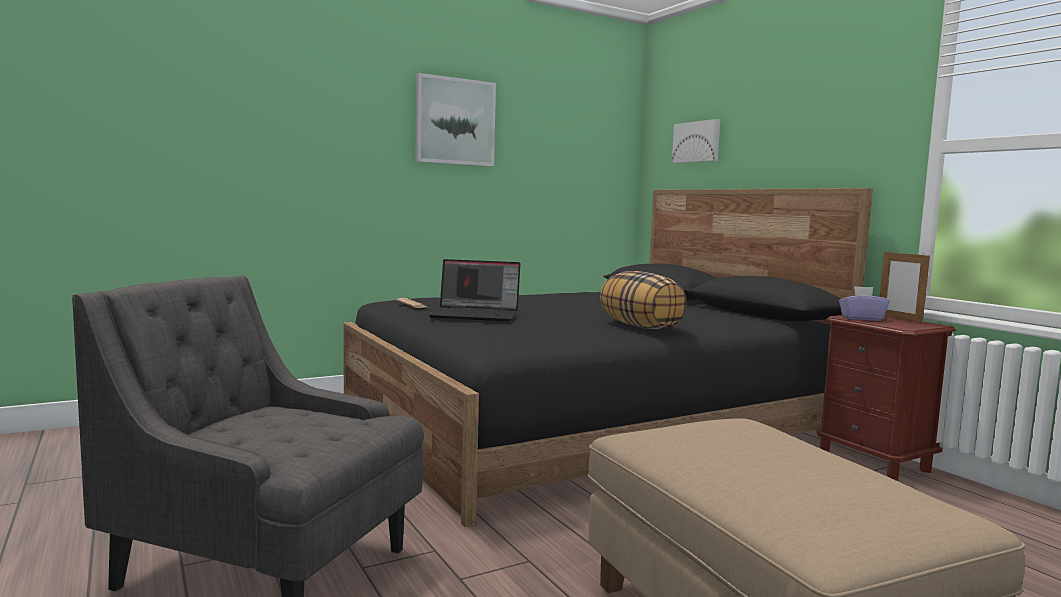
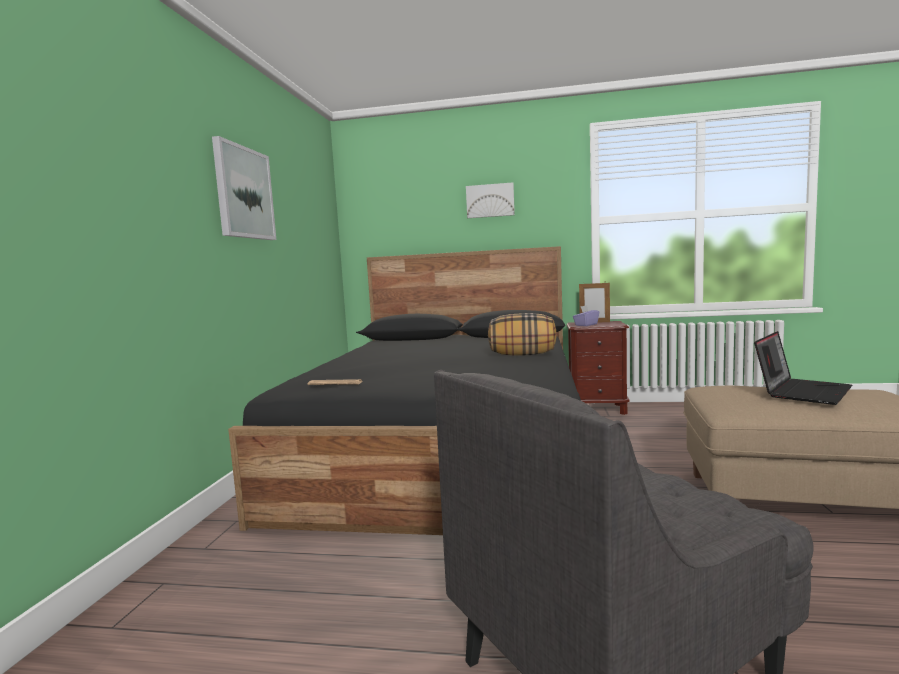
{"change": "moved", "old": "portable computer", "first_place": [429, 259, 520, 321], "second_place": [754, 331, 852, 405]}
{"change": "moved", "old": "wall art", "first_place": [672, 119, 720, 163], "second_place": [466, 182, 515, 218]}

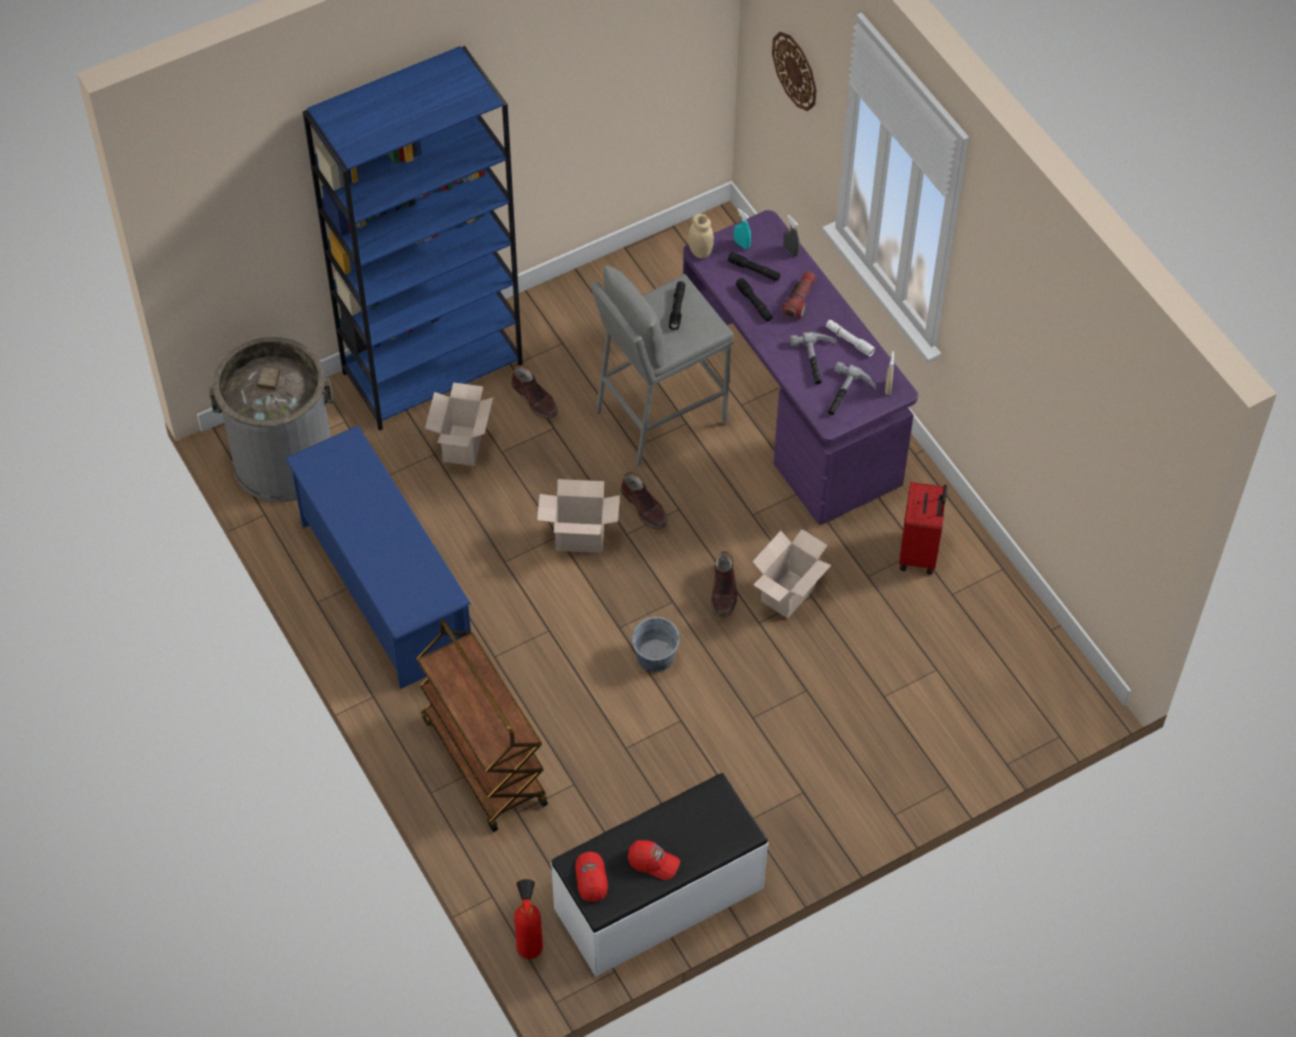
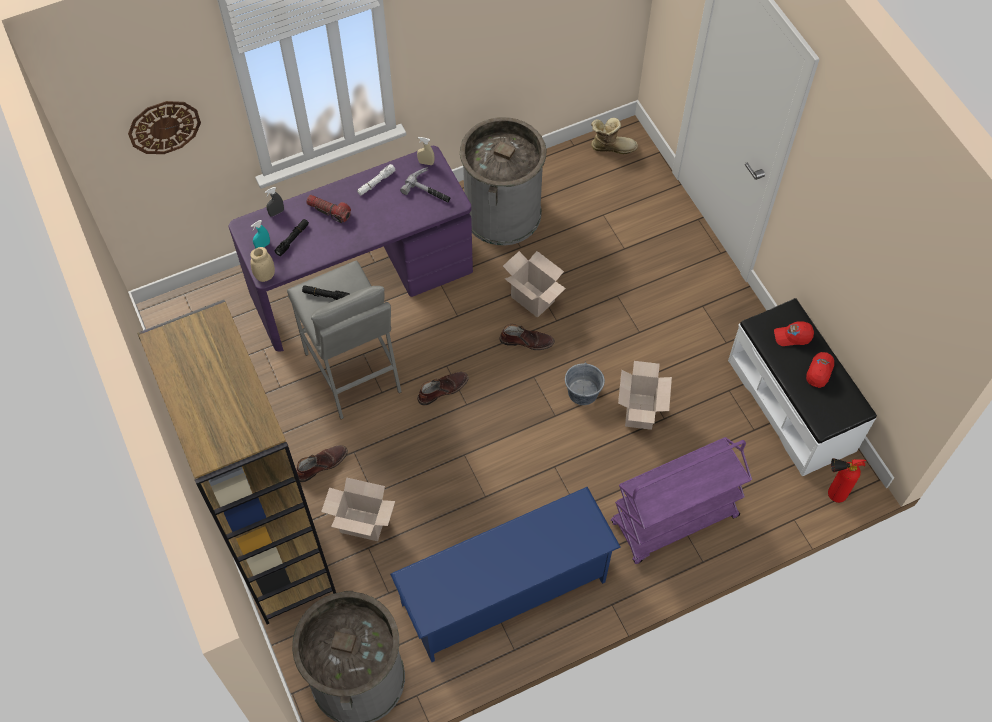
{"change": "recoloured", "old": "blue bookcase", "new": "brown-coloured bookcase", "first_place": [303, 46, 523, 431], "second_place": [137, 300, 336, 625]}
{"change": "recoloured", "old": "brown-coloured cart", "new": "purple-coloured cart", "first_place": [416, 620, 548, 832], "second_place": [611, 437, 752, 564]}
{"change": "moved", "old": "packing box", "first_place": [537, 479, 620, 553], "second_place": [618, 361, 672, 430]}
{"change": "moved", "old": "red peaked cap", "first_place": [575, 852, 608, 902], "second_place": [774, 321, 814, 346]}
{"change": "removed", "old": "black-coloured flashlight", "first_place": [736, 278, 773, 322]}
{"change": "removed", "old": "hammer", "first_place": [790, 332, 837, 385]}
{"change": "replaced", "old": "red piece of luggage", "new": "grey trash can", "first_place": [899, 482, 947, 575], "second_place": [460, 117, 546, 245]}
{"change": "added", "new": "boot", "second_place": [591, 118, 638, 154]}

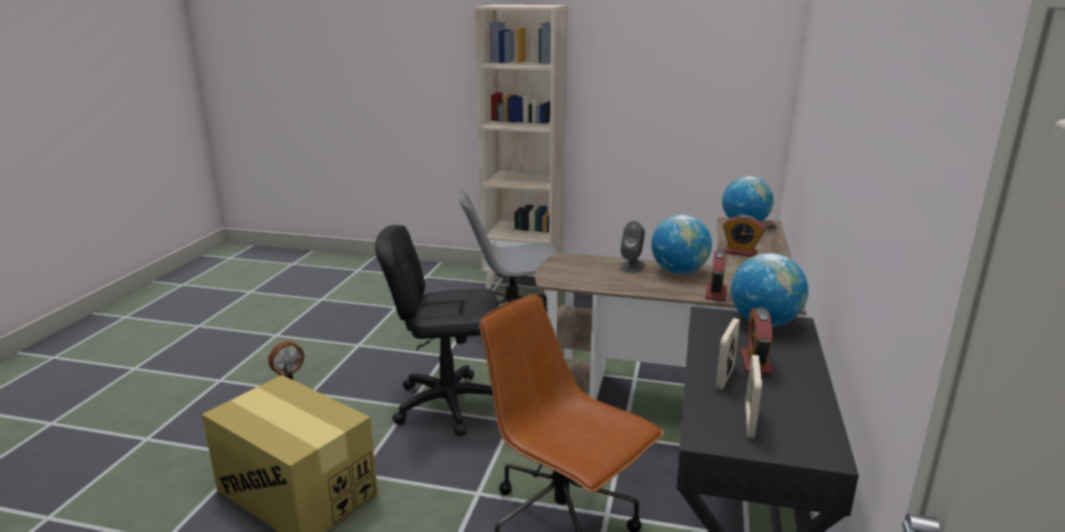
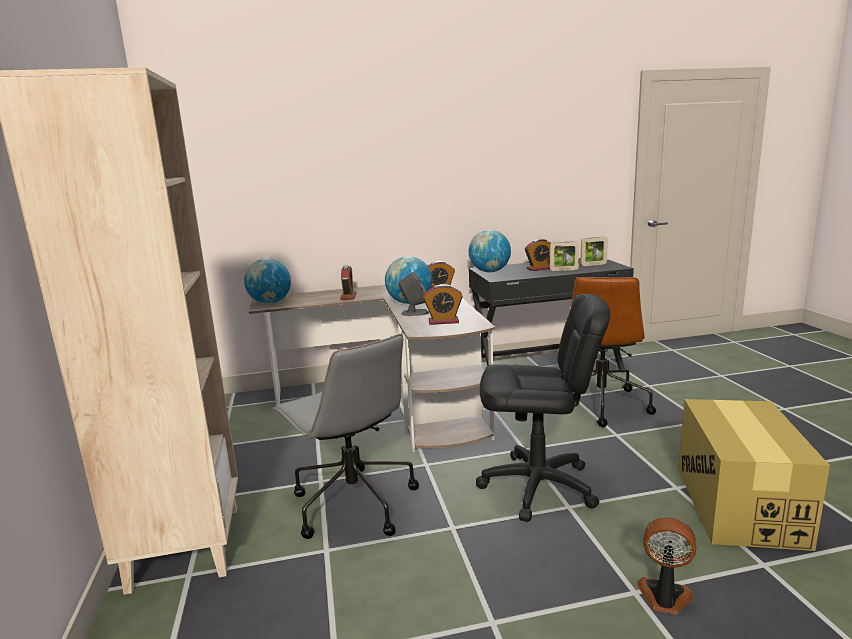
{"change": "turned", "old": "black-coloured computer chair", "first_place": [375, 225, 499, 436], "second_place": [476, 294, 610, 522], "degrees": -60}
{"change": "added", "new": "table clock", "second_place": [423, 284, 463, 325]}

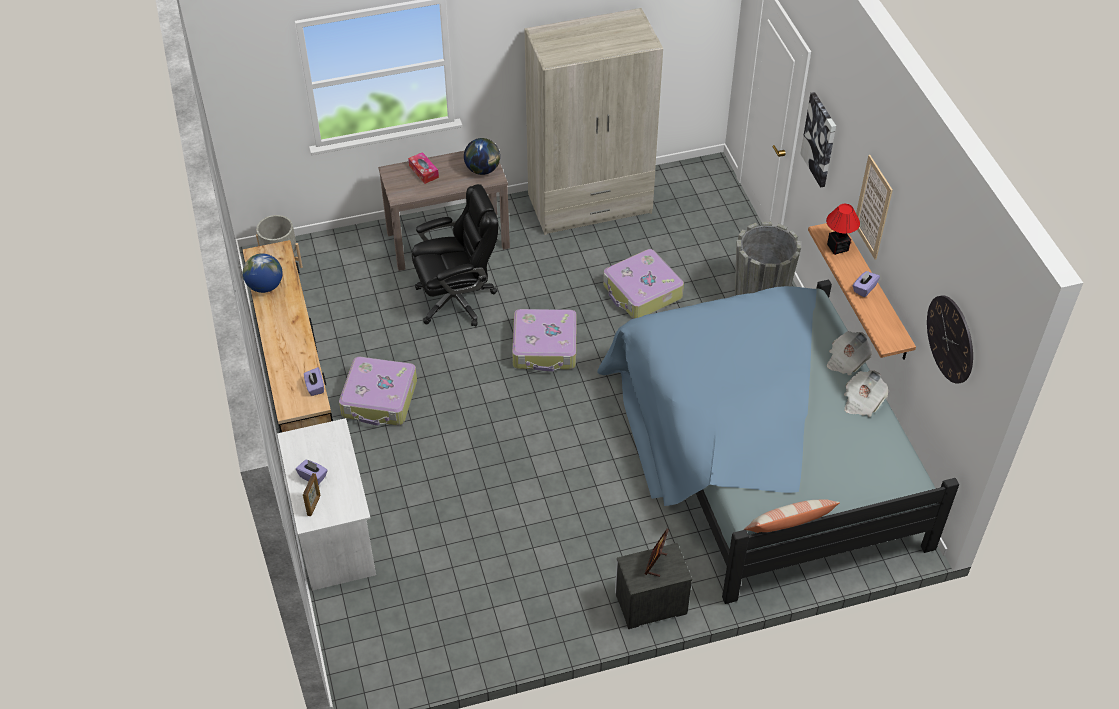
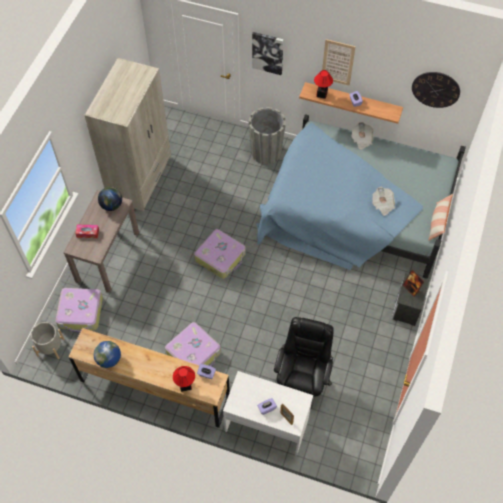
{"change": "moved", "old": "black-coloured computer chair", "first_place": [412, 184, 498, 327], "second_place": [274, 317, 334, 410]}
{"change": "moved", "old": "piece of luggage", "first_place": [603, 249, 684, 319], "second_place": [55, 288, 103, 333]}
{"change": "moved", "old": "printed paper", "first_place": [844, 370, 888, 417], "second_place": [372, 187, 395, 216]}
{"change": "added", "new": "tabletop lamp", "second_place": [173, 366, 195, 392]}

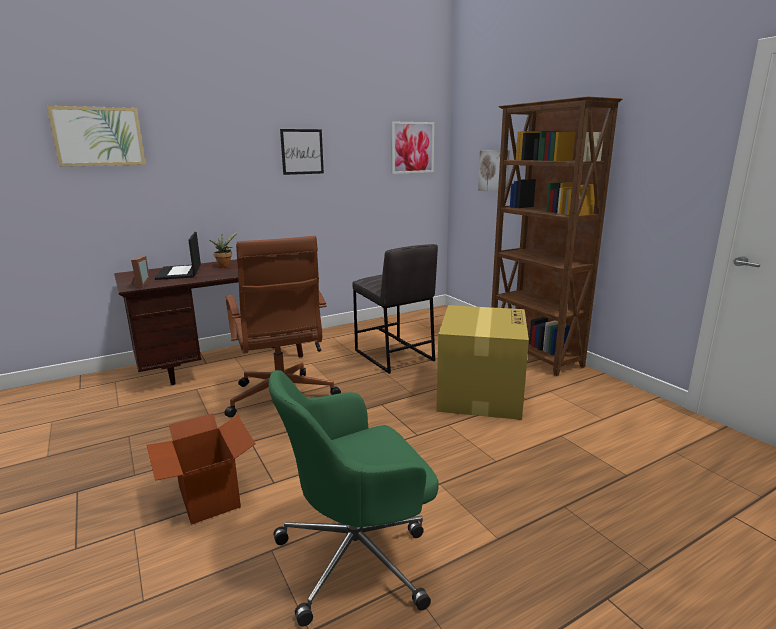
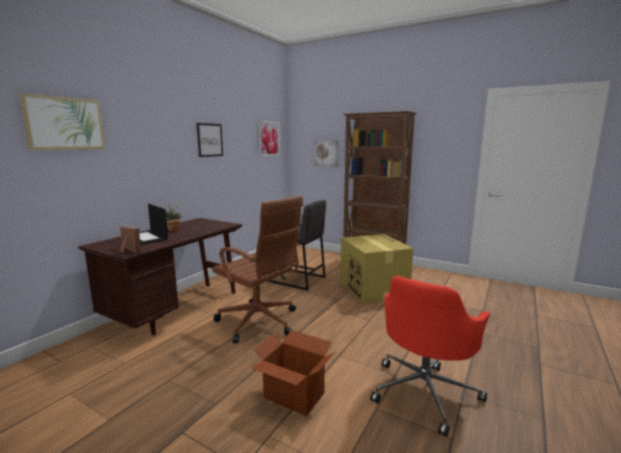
{"change": "recoloured", "old": "green-coloured computer chair", "new": "red computer chair", "first_place": [268, 370, 439, 627], "second_place": [370, 276, 490, 437]}

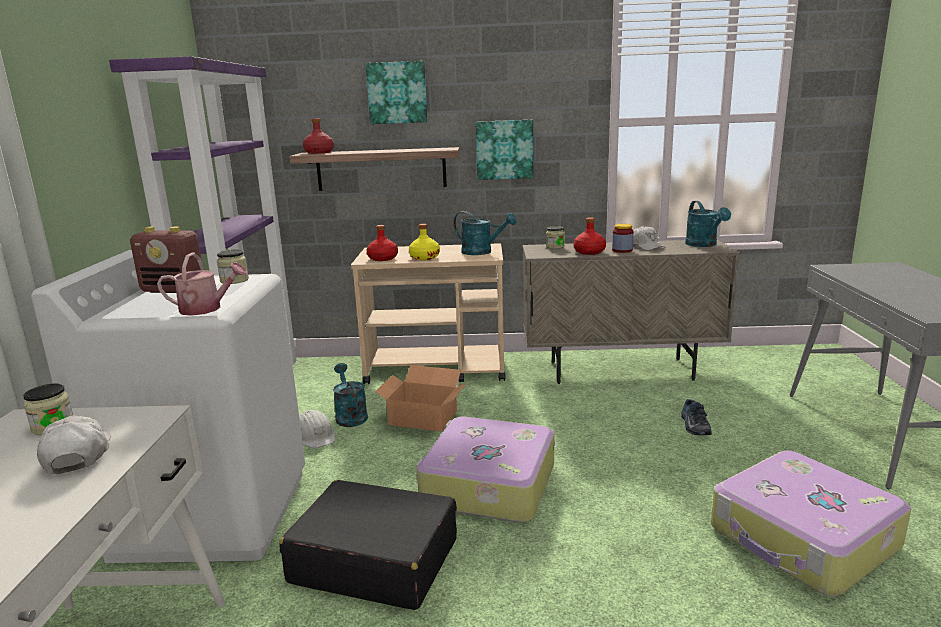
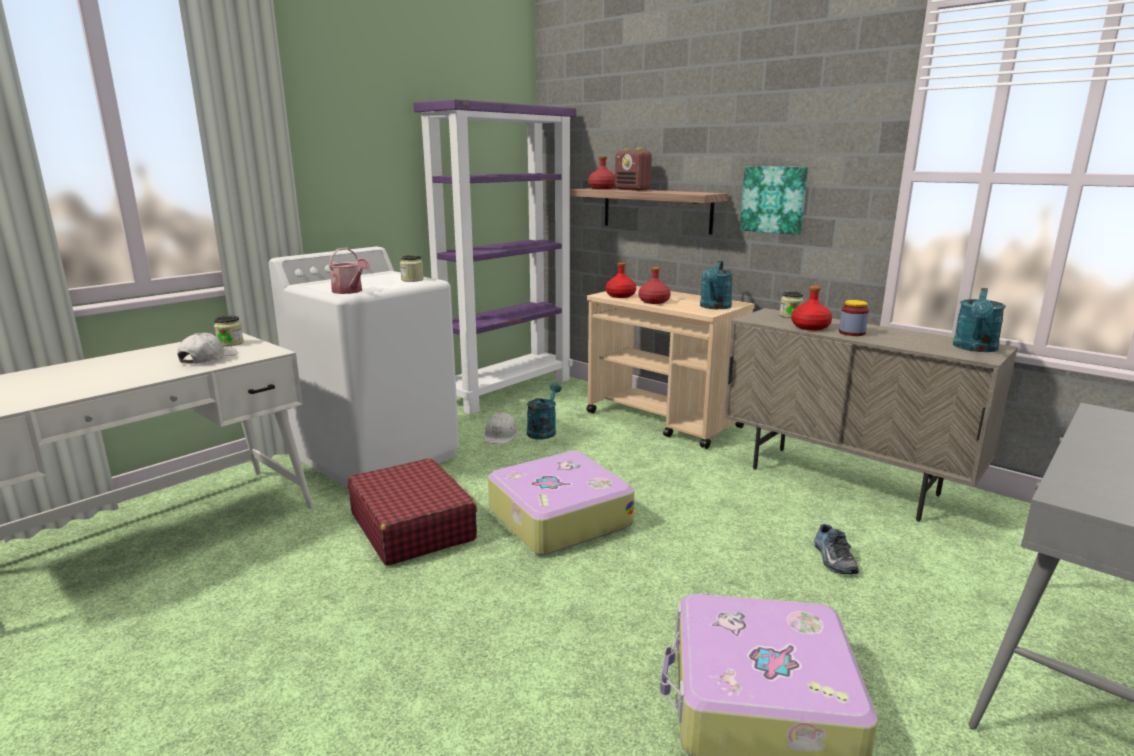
{"change": "moved", "old": "radio set", "first_place": [130, 226, 202, 293], "second_place": [615, 148, 653, 191]}
{"change": "recoloured", "old": "black-coloured piece of luggage", "new": "red piece of luggage", "first_place": [279, 480, 457, 610], "second_place": [348, 458, 477, 566]}
{"change": "removed", "old": "wall art", "first_place": [365, 61, 428, 124]}
{"change": "removed", "old": "packing box", "first_place": [375, 365, 466, 432]}
{"change": "recoloured", "old": "yellow beverage bottle", "new": "red beverage bottle", "first_place": [409, 224, 440, 260], "second_place": [639, 267, 671, 304]}
{"change": "turned", "old": "turquoise sprinkling can", "first_place": [454, 211, 517, 255], "second_place": [700, 261, 733, 309], "degrees": 45}
{"change": "removed", "old": "white peaked cap", "first_place": [633, 226, 666, 250]}
{"change": "turned", "old": "shoe", "first_place": [681, 399, 712, 435], "second_place": [814, 524, 859, 574], "degrees": -45}

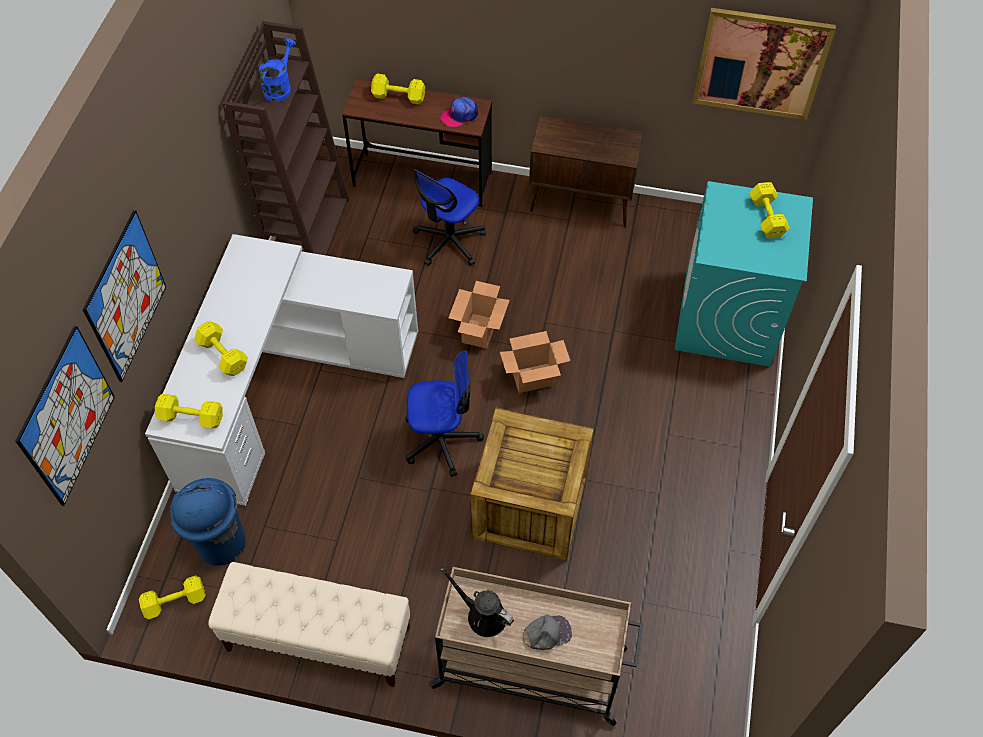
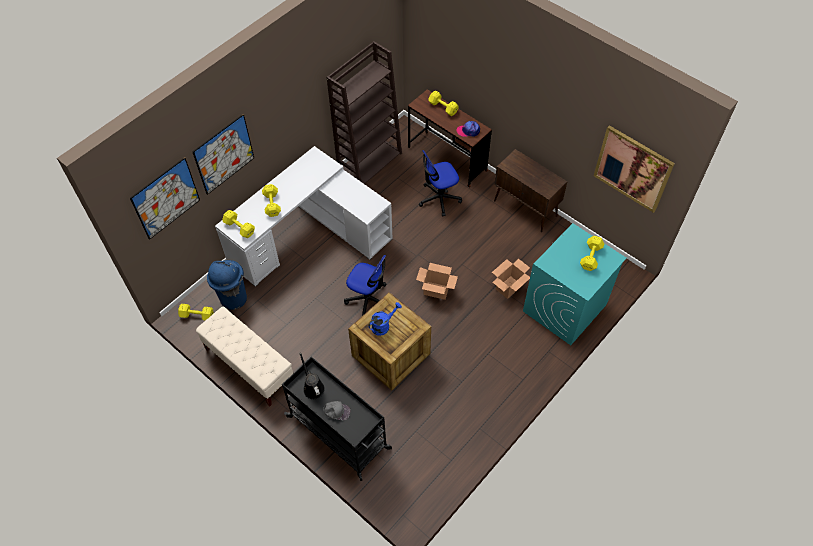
{"change": "moved", "old": "blue sprinkling can", "first_place": [259, 38, 296, 102], "second_place": [368, 302, 402, 336]}
{"change": "recoloured", "old": "beige cart", "new": "black-coloured cart", "first_place": [428, 567, 643, 726], "second_place": [282, 357, 392, 481]}
{"change": "moved", "old": "packing box", "first_place": [448, 281, 510, 349], "second_place": [492, 259, 530, 299]}

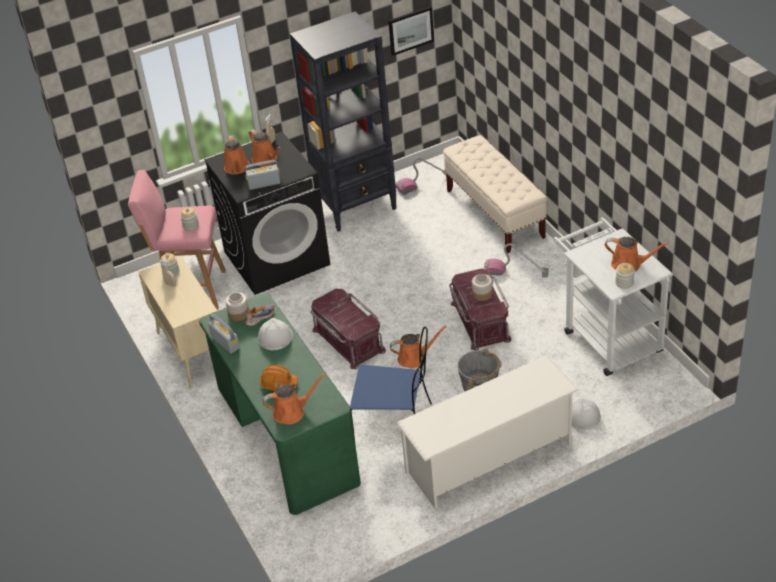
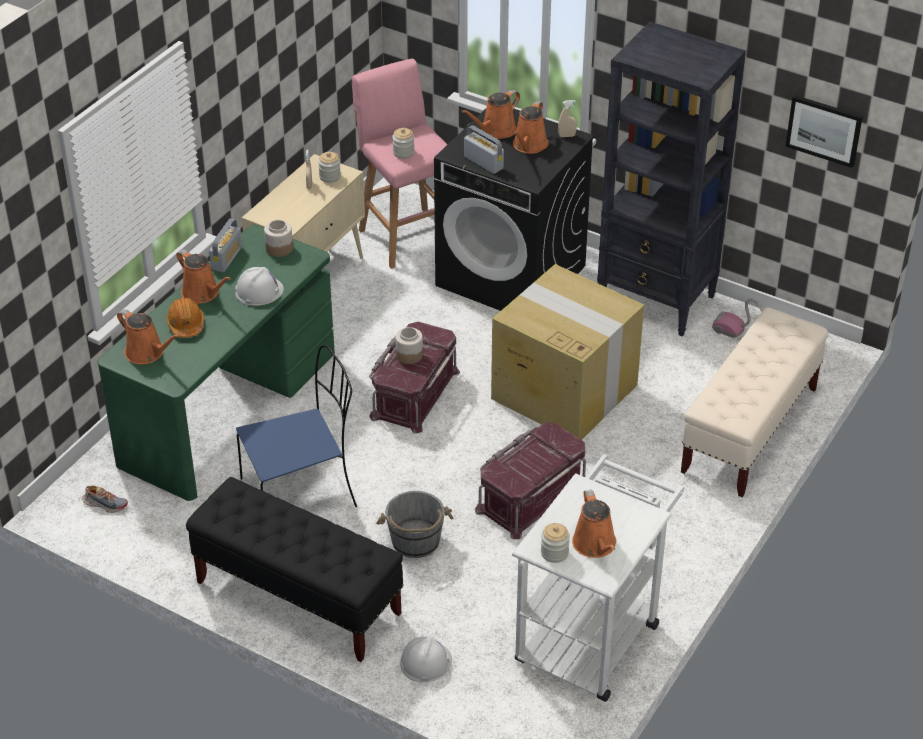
{"change": "moved", "old": "shoe", "first_place": [245, 304, 274, 326], "second_place": [82, 485, 128, 513]}
{"change": "turned", "old": "blue upright chair", "first_place": [350, 327, 432, 446], "second_place": [236, 345, 357, 507], "degrees": -90}
{"change": "moved", "old": "orange sprinkling can", "first_place": [390, 326, 447, 368], "second_place": [176, 249, 231, 304]}
{"change": "replaced", "old": "white shoe stand", "new": "black-coloured long seat", "first_place": [396, 355, 579, 509], "second_place": [186, 477, 404, 662]}
{"change": "moved", "old": "jar", "first_place": [472, 274, 492, 301], "second_place": [395, 327, 423, 364]}
{"change": "removed", "old": "vacuum cleaner", "first_place": [484, 243, 549, 278]}
{"change": "added", "new": "packing box", "second_place": [491, 264, 644, 440]}

